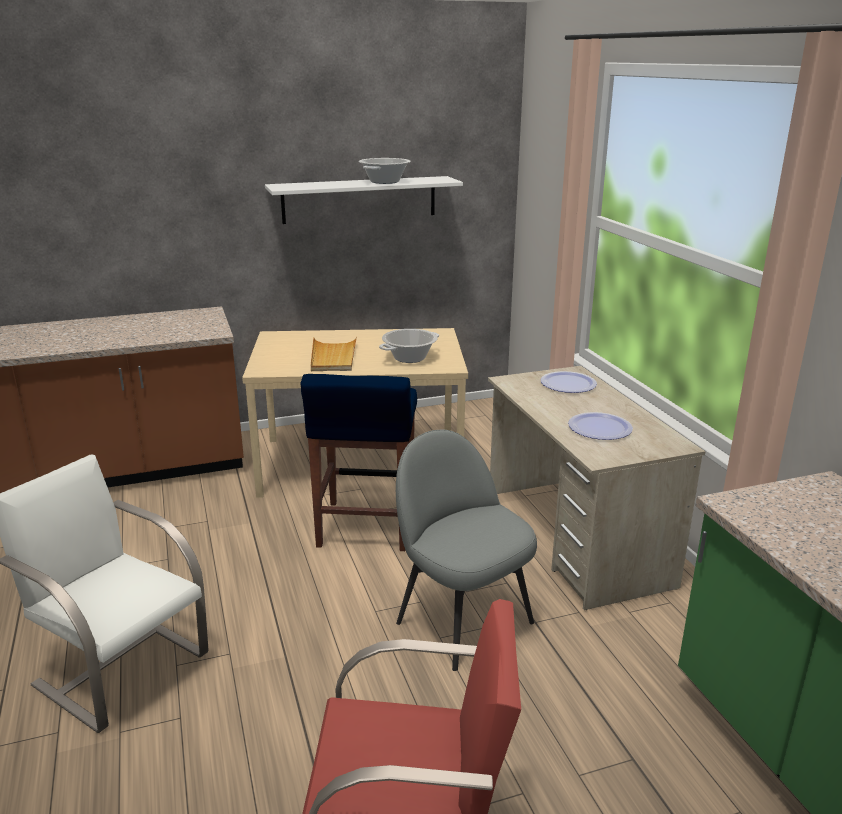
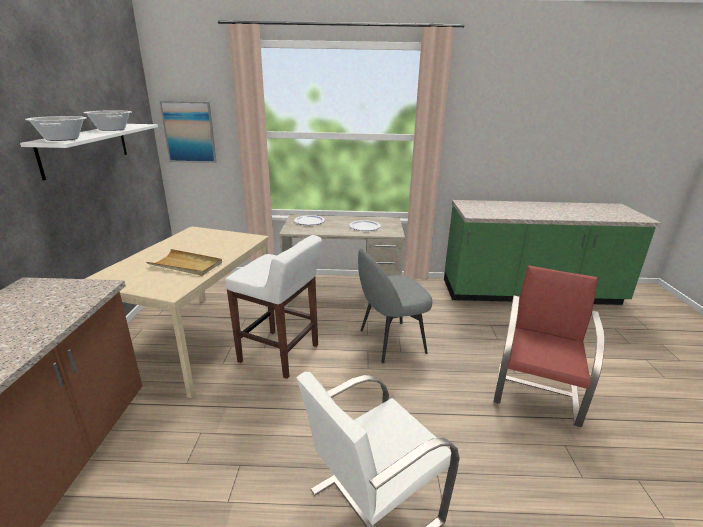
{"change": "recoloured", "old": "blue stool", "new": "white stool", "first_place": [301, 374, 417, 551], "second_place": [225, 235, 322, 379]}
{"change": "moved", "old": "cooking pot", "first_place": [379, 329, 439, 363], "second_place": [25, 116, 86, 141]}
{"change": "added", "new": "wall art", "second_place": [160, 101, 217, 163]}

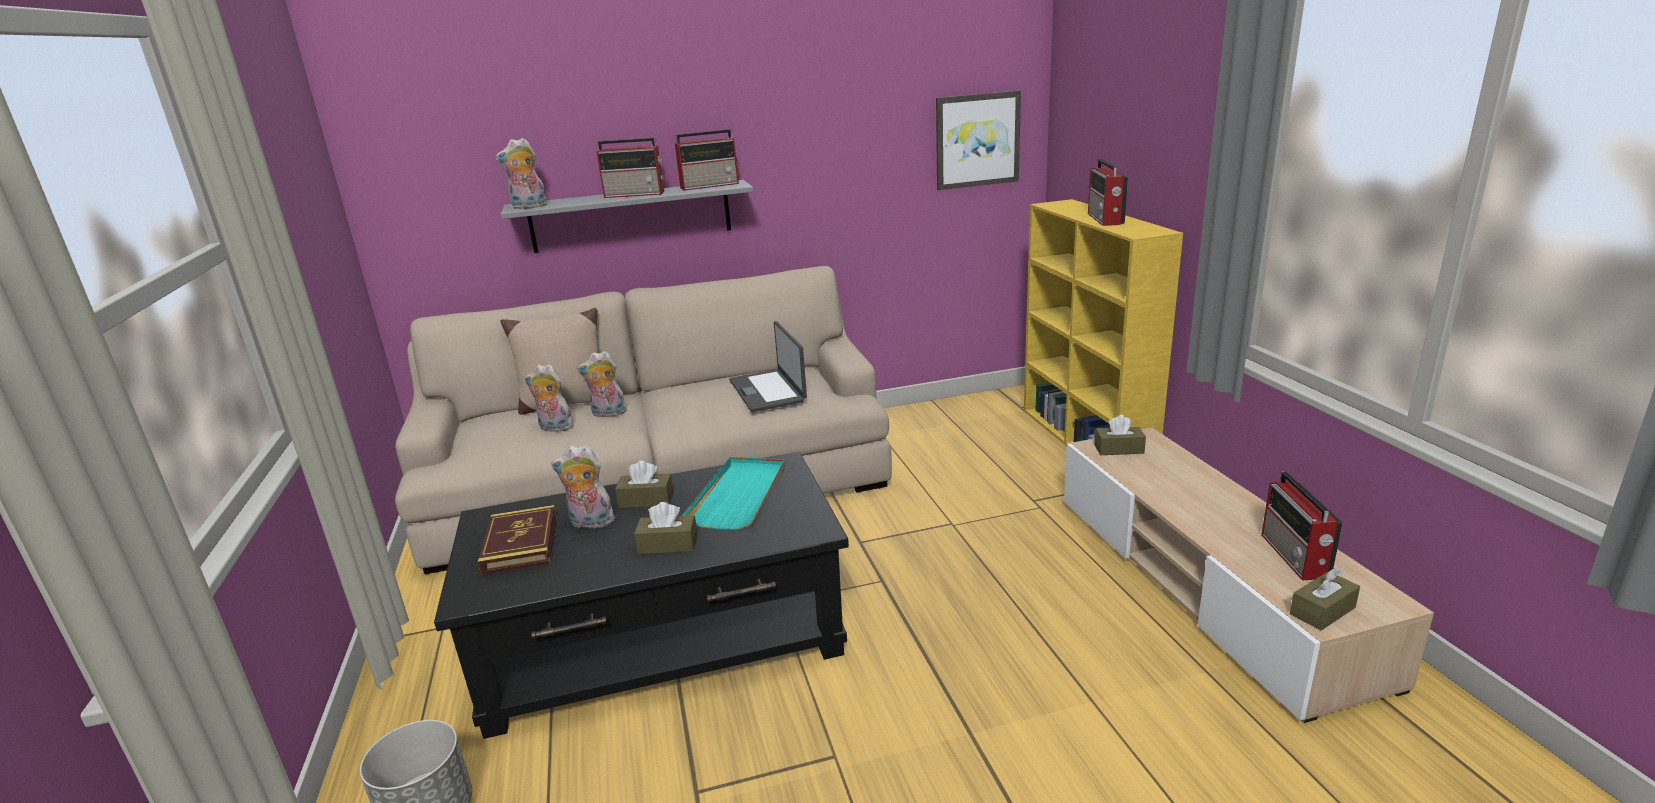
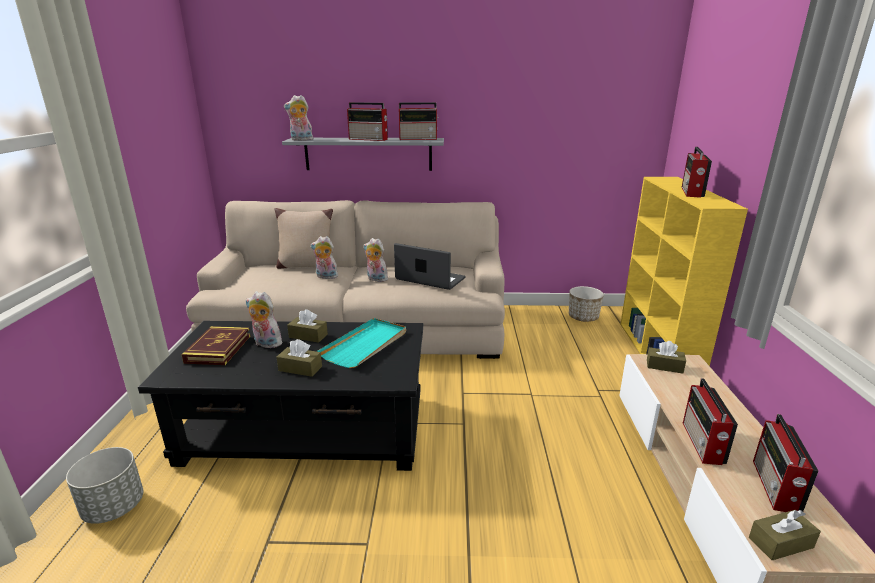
{"change": "moved", "old": "soft toy", "first_place": [525, 364, 574, 432], "second_place": [363, 238, 388, 282]}
{"change": "turned", "old": "portable computer", "first_place": [729, 321, 807, 412], "second_place": [394, 243, 466, 290], "degrees": 120}
{"change": "removed", "old": "wall art", "first_place": [936, 91, 1021, 190]}
{"change": "added", "new": "flower pot", "second_place": [569, 286, 604, 322]}
{"change": "added", "new": "radio set", "second_place": [683, 378, 738, 465]}

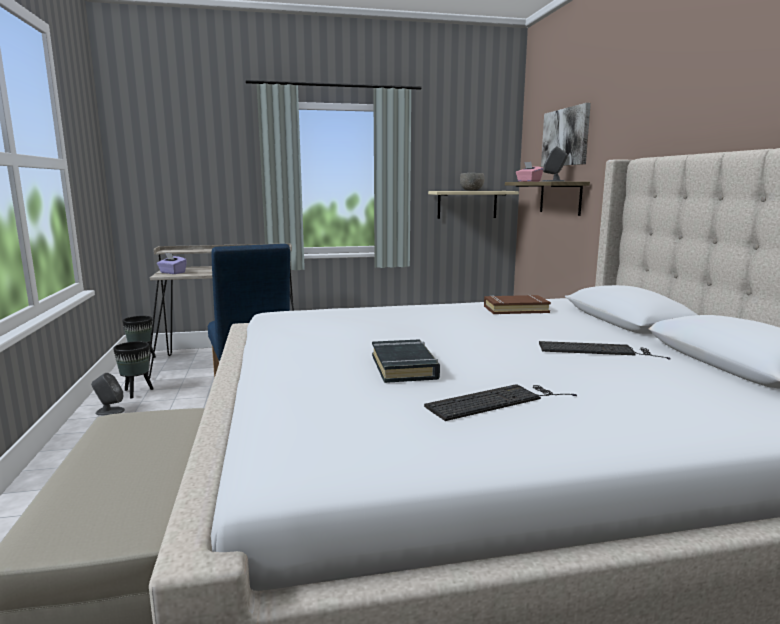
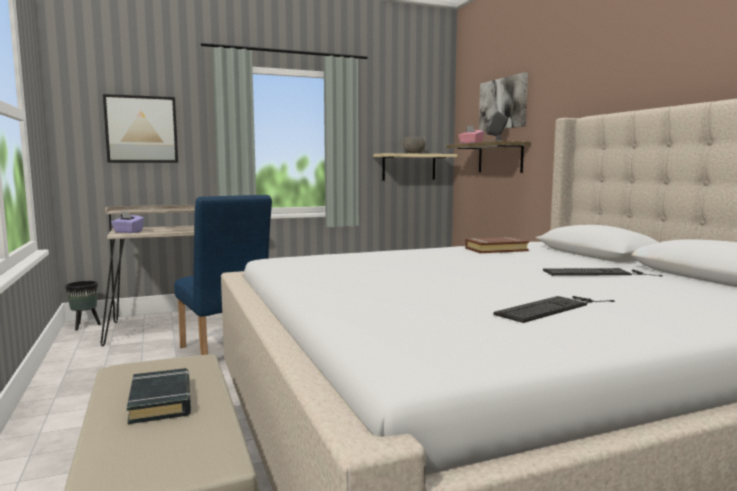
{"change": "removed", "old": "grey loudspeaker", "first_place": [91, 373, 125, 415]}
{"change": "removed", "old": "black-coloured flower pot", "first_place": [113, 341, 154, 399]}
{"change": "moved", "old": "black-coloured volume", "first_place": [372, 339, 440, 383], "second_place": [127, 368, 191, 424]}
{"change": "added", "new": "wall art", "second_place": [103, 94, 178, 163]}

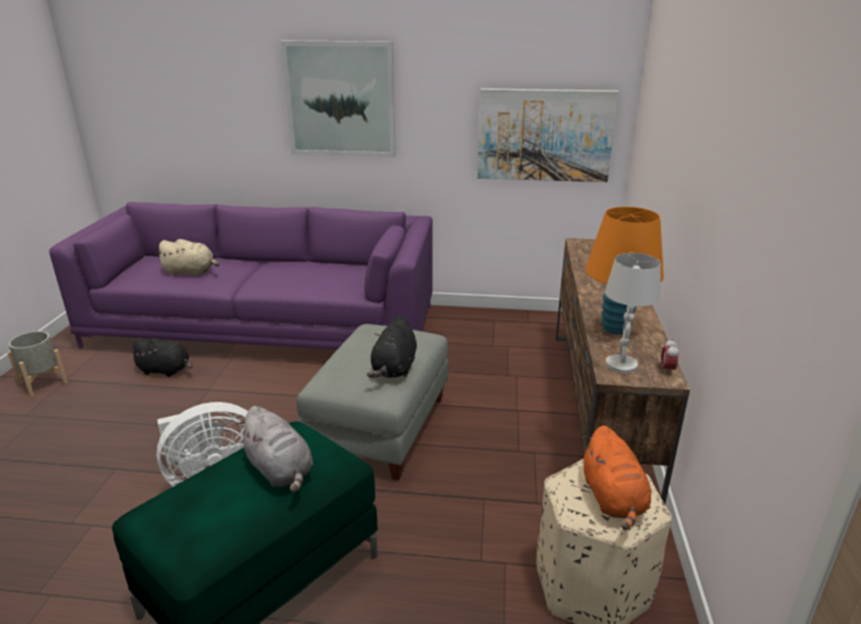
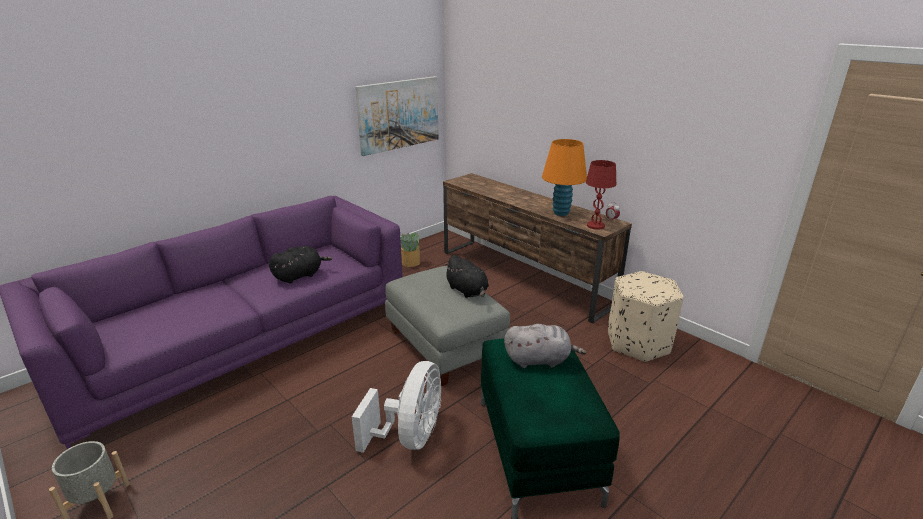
{"change": "moved", "old": "black-coloured soft toy", "first_place": [129, 338, 192, 377], "second_place": [269, 246, 332, 284]}
{"change": "removed", "old": "beige soft toy", "first_place": [156, 239, 219, 277]}
{"change": "removed", "old": "wall art", "first_place": [281, 41, 396, 157]}
{"change": "removed", "old": "orange soft toy", "first_place": [583, 425, 651, 530]}
{"change": "recoloured", "old": "white tabletop lamp", "new": "red tabletop lamp", "first_place": [605, 253, 661, 373], "second_place": [586, 160, 616, 230]}
{"change": "added", "new": "plant in a pot", "second_place": [401, 233, 420, 267]}

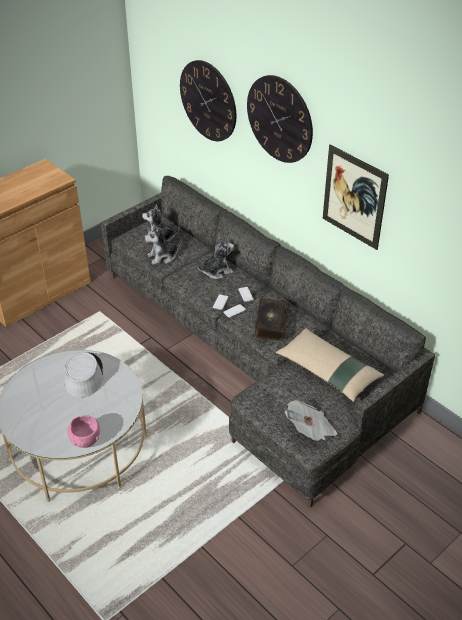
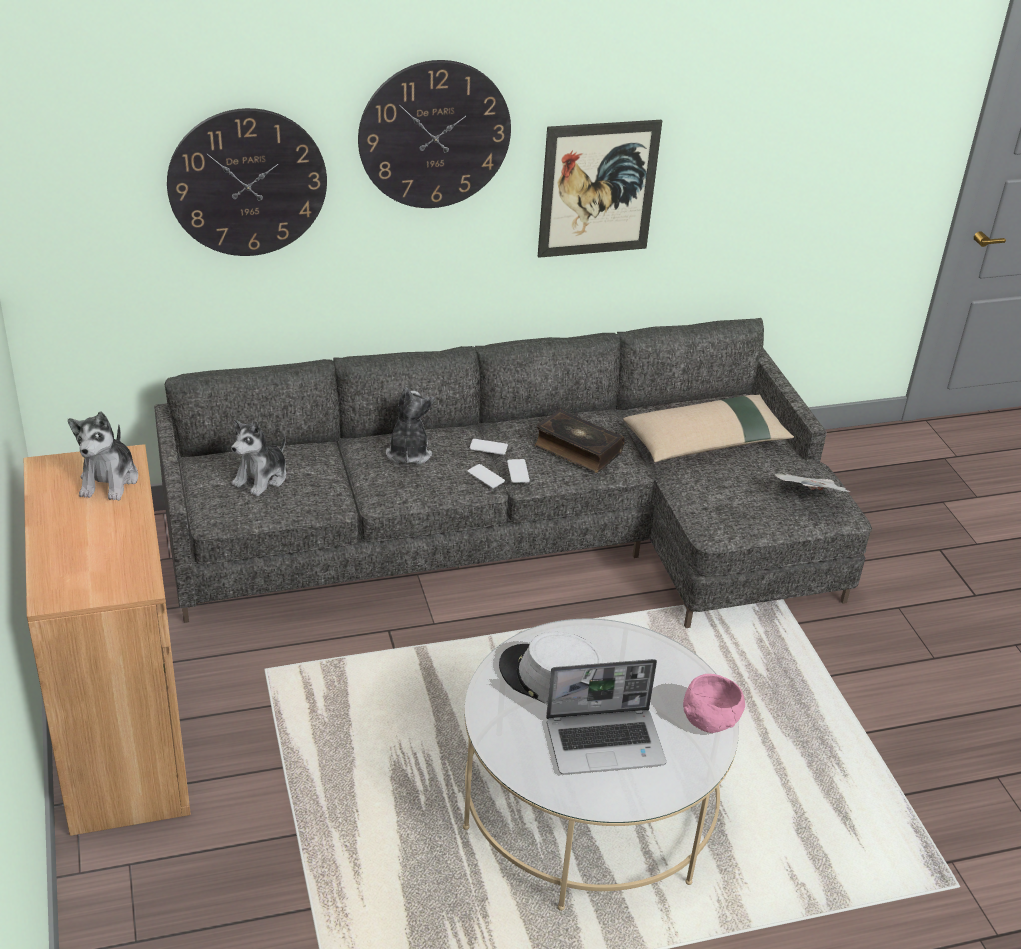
{"change": "moved", "old": "soft toy", "first_place": [144, 224, 182, 265], "second_place": [68, 411, 138, 501]}
{"change": "added", "new": "portable computer", "second_place": [546, 659, 666, 774]}

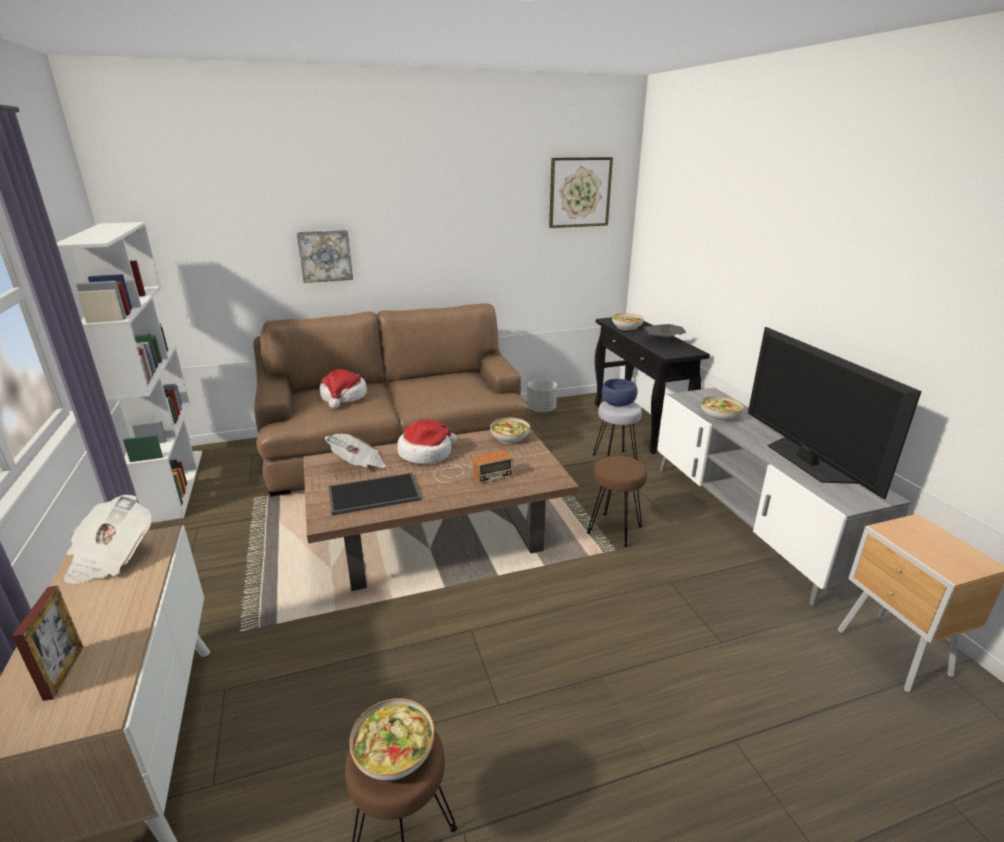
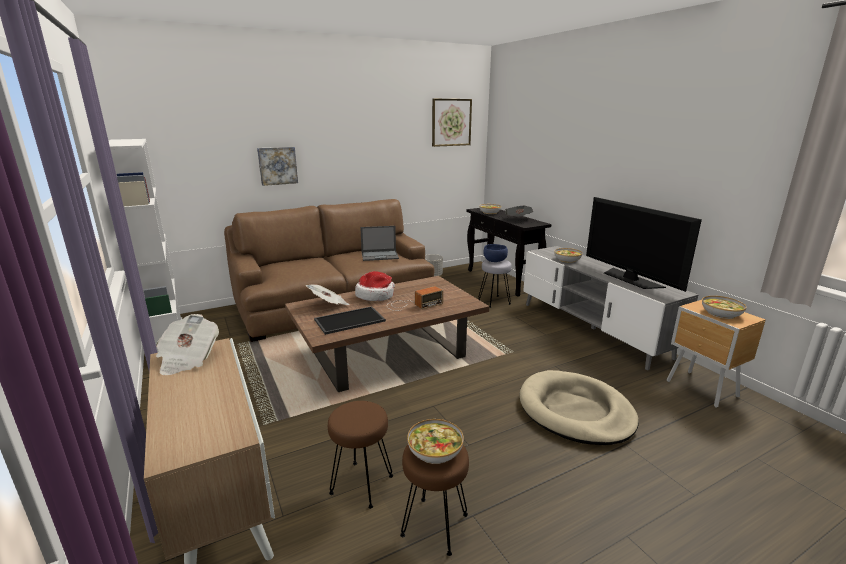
{"change": "removed", "old": "photo frame", "first_place": [12, 586, 83, 701]}
{"change": "removed", "old": "wearable hat", "first_place": [320, 369, 367, 409]}
{"change": "moved", "old": "serving bowl", "first_place": [490, 418, 530, 444], "second_place": [702, 296, 746, 319]}
{"change": "moved", "old": "brown-coloured stool", "first_place": [587, 456, 647, 547], "second_place": [328, 401, 393, 509]}
{"change": "added", "new": "portable computer", "second_place": [360, 226, 399, 261]}
{"change": "added", "new": "beige dog bed", "second_place": [520, 370, 639, 445]}

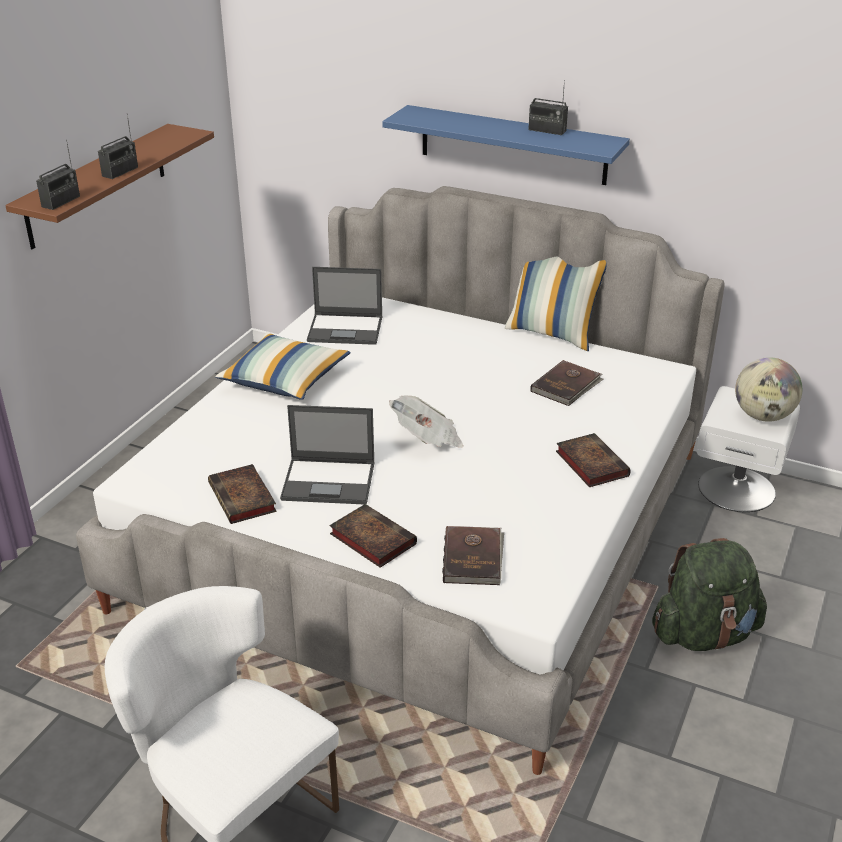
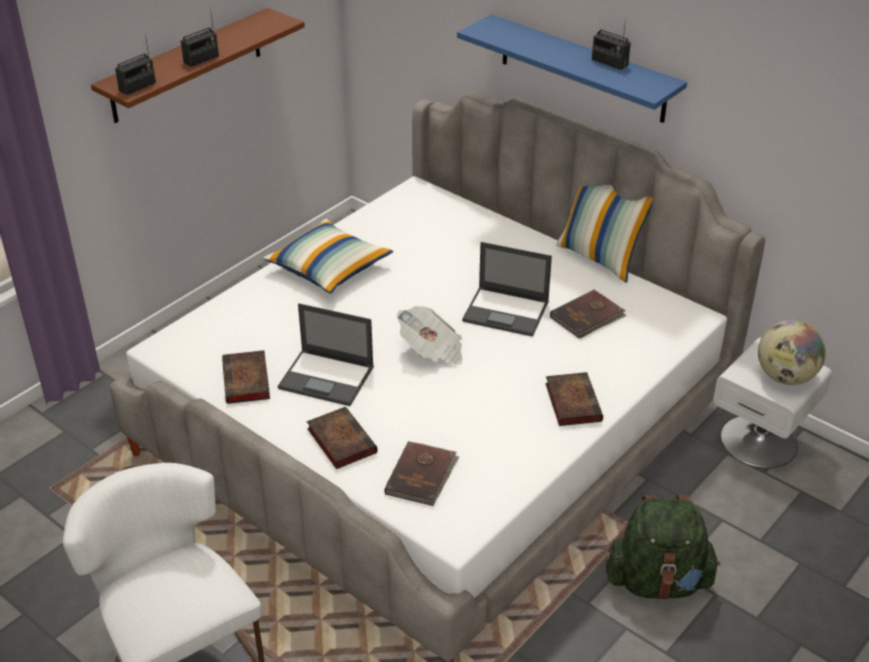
{"change": "moved", "old": "portable computer", "first_place": [307, 267, 382, 345], "second_place": [462, 242, 552, 337]}

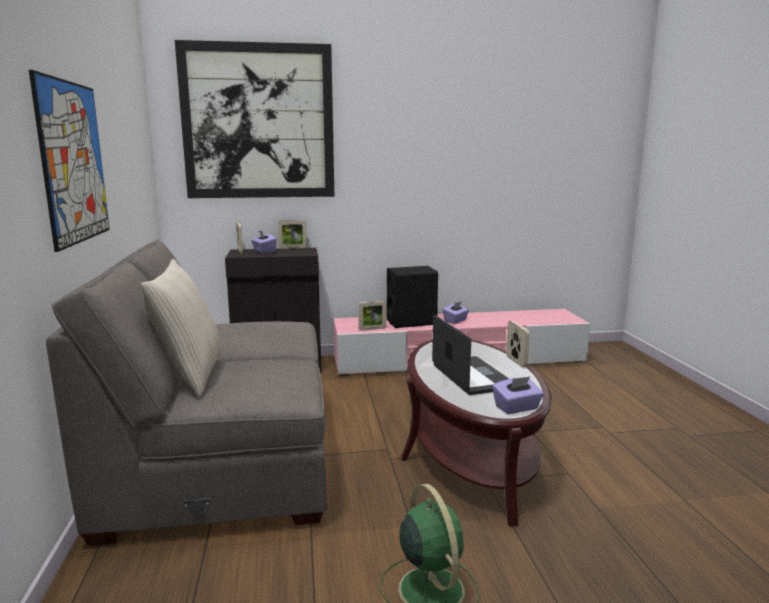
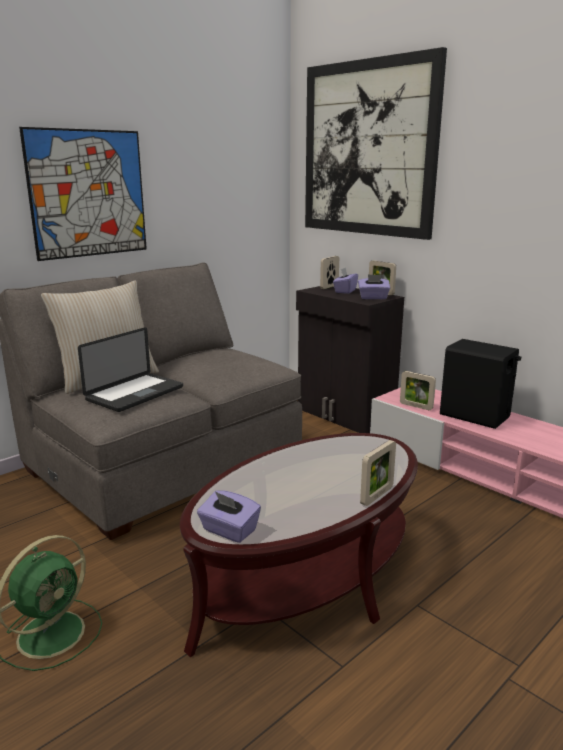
{"change": "moved", "old": "portable computer", "first_place": [432, 315, 509, 395], "second_place": [78, 327, 183, 412]}
{"change": "moved", "old": "purple-coloured tissue box", "first_place": [443, 301, 469, 324], "second_place": [358, 274, 390, 299]}

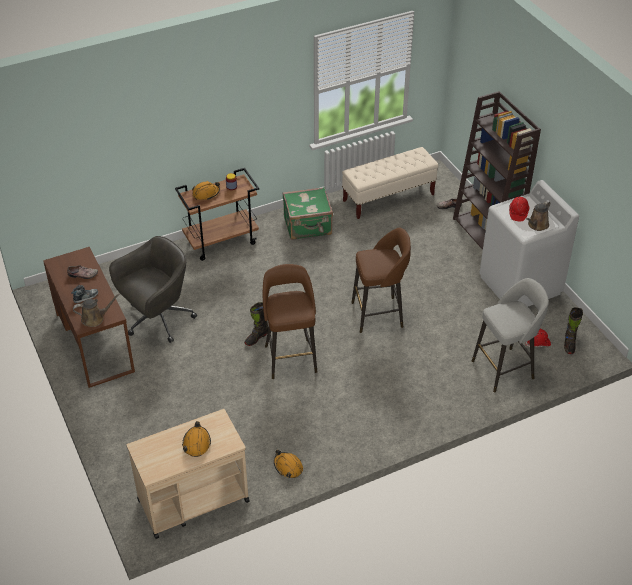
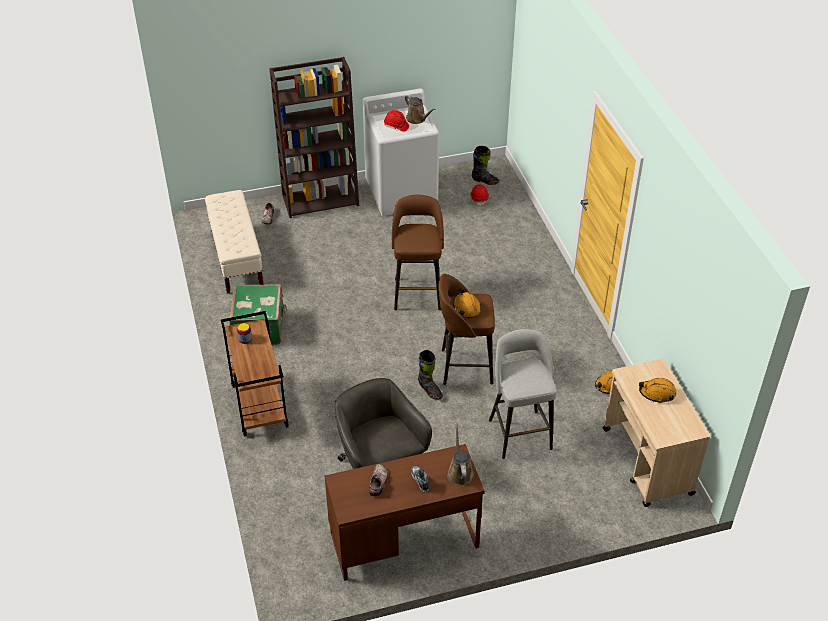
{"change": "moved", "old": "orange safety helmet", "first_place": [192, 181, 220, 200], "second_place": [453, 288, 481, 319]}
{"change": "moved", "old": "grey stool", "first_place": [472, 278, 549, 393], "second_place": [489, 329, 557, 459]}

